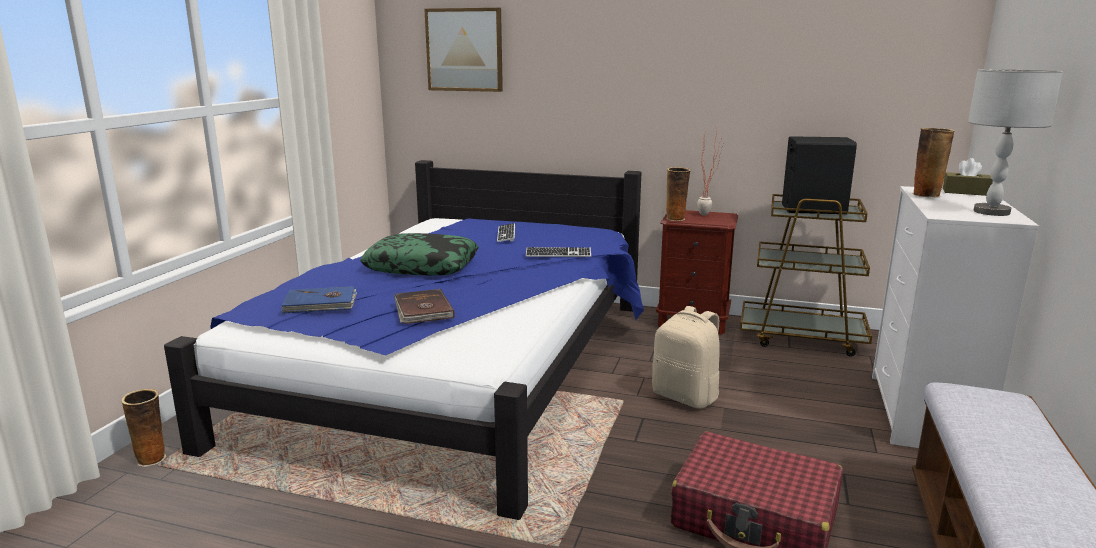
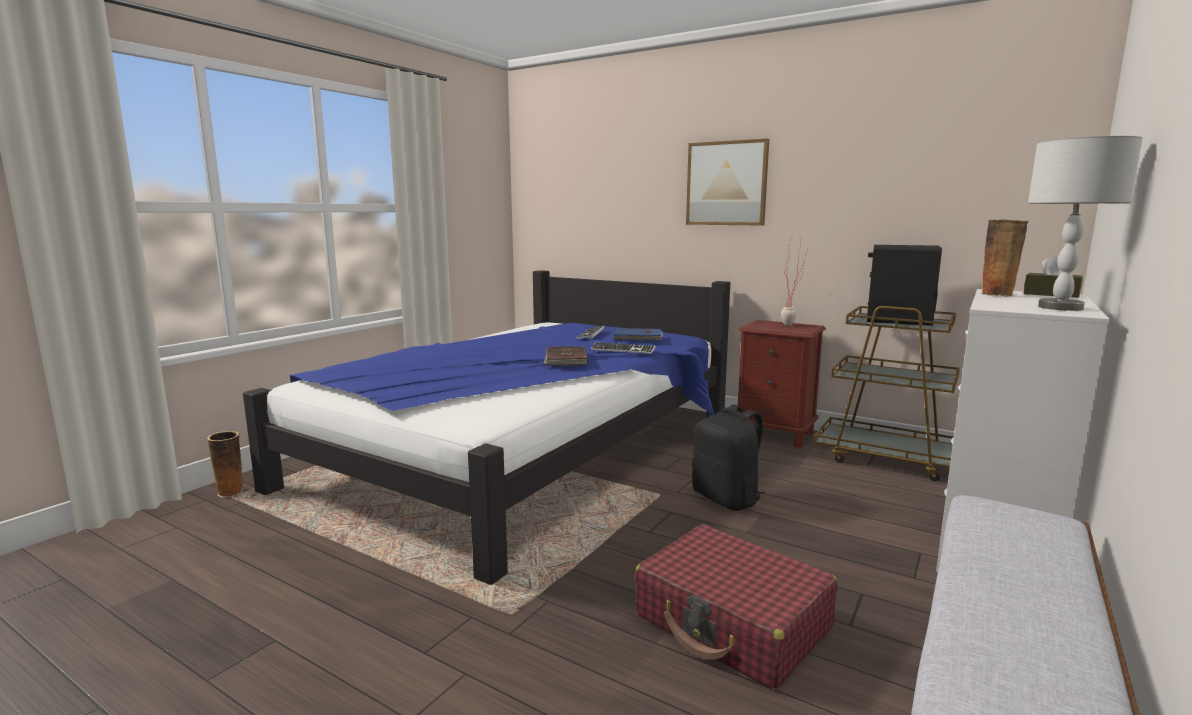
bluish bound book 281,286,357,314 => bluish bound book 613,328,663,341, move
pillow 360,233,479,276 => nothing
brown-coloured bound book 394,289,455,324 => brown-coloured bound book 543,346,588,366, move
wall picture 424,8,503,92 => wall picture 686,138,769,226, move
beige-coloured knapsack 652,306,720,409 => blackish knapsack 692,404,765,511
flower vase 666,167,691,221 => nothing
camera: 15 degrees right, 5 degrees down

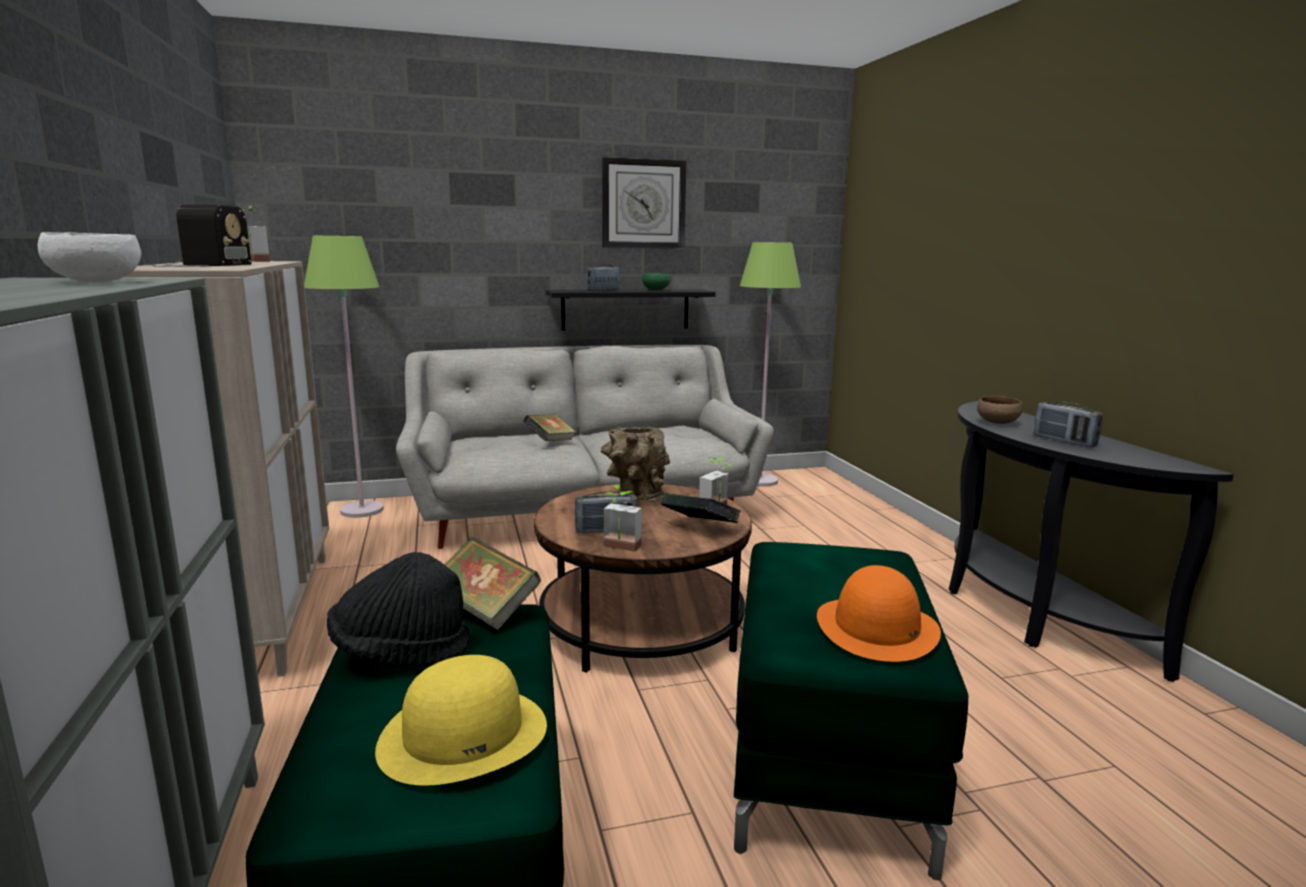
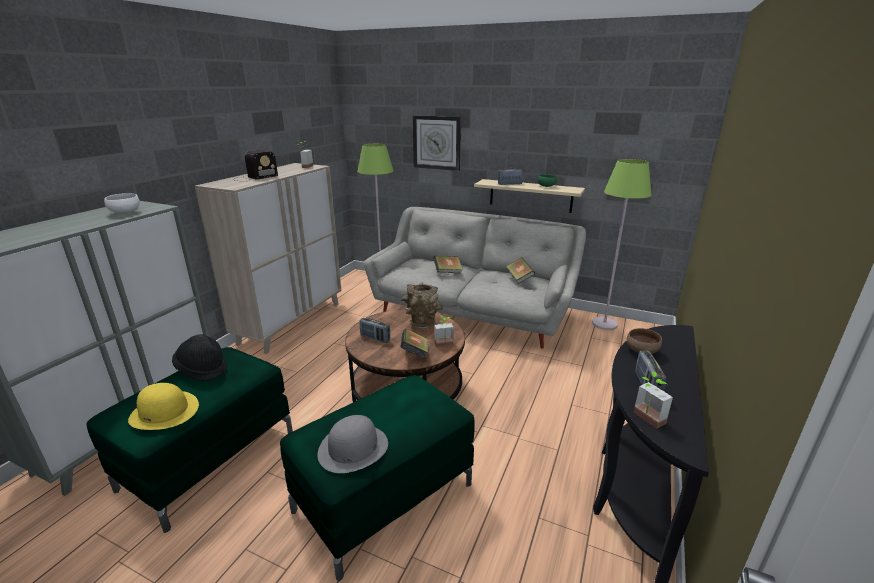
bound book 444,537,541,630 => bound book 506,257,535,284, move
blackish wall shelf 546,289,716,331 => beige-coloured wall shelf 474,179,585,213
hanging clock 602,157,686,249 => hanging clock 413,115,461,171, move
plant in a pot 604,485,642,552 => plant in a pot 634,372,673,429, move
orange-coloured hat 817,565,941,662 => grey hat 317,415,388,473
camera: 40 degrees right, 10 degrees up

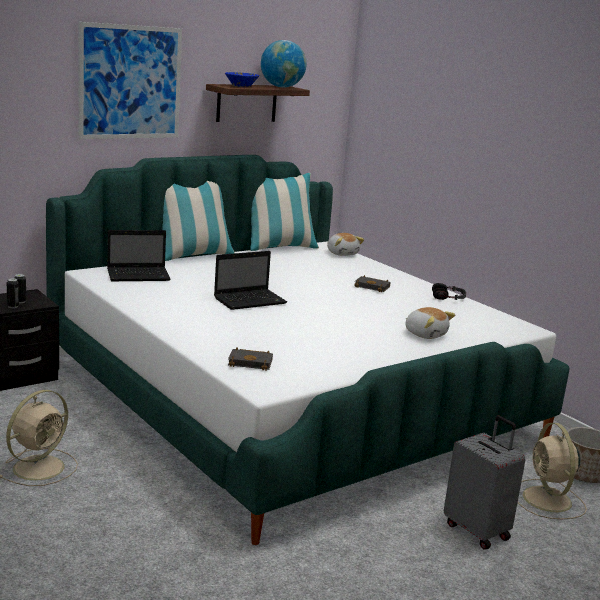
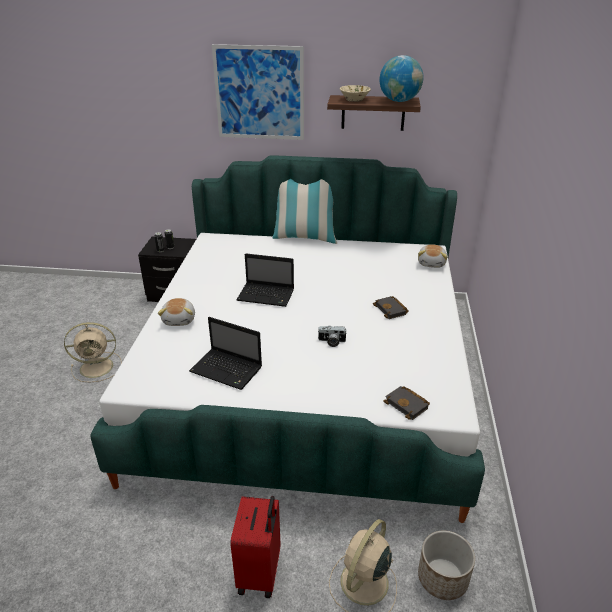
laptop 107,230,170,281 => laptop 189,317,262,390, move
bluish serving bowl 225,72,259,87 => beige-coloured serving bowl 340,85,371,102
blackish bound book 228,348,273,371 => blackish bound book 384,386,430,420, move
pillow 250,173,319,251 => nothing
soft toy 405,307,455,339 => soft toy 158,298,195,326, move
headphones 432,283,466,300 => nothing
grey piece of luggage 444,416,526,550 => red-coloured piece of luggage 230,496,281,598
nothing => photo camera 317,326,347,347
camera: 45 degrees right, 15 degrees up

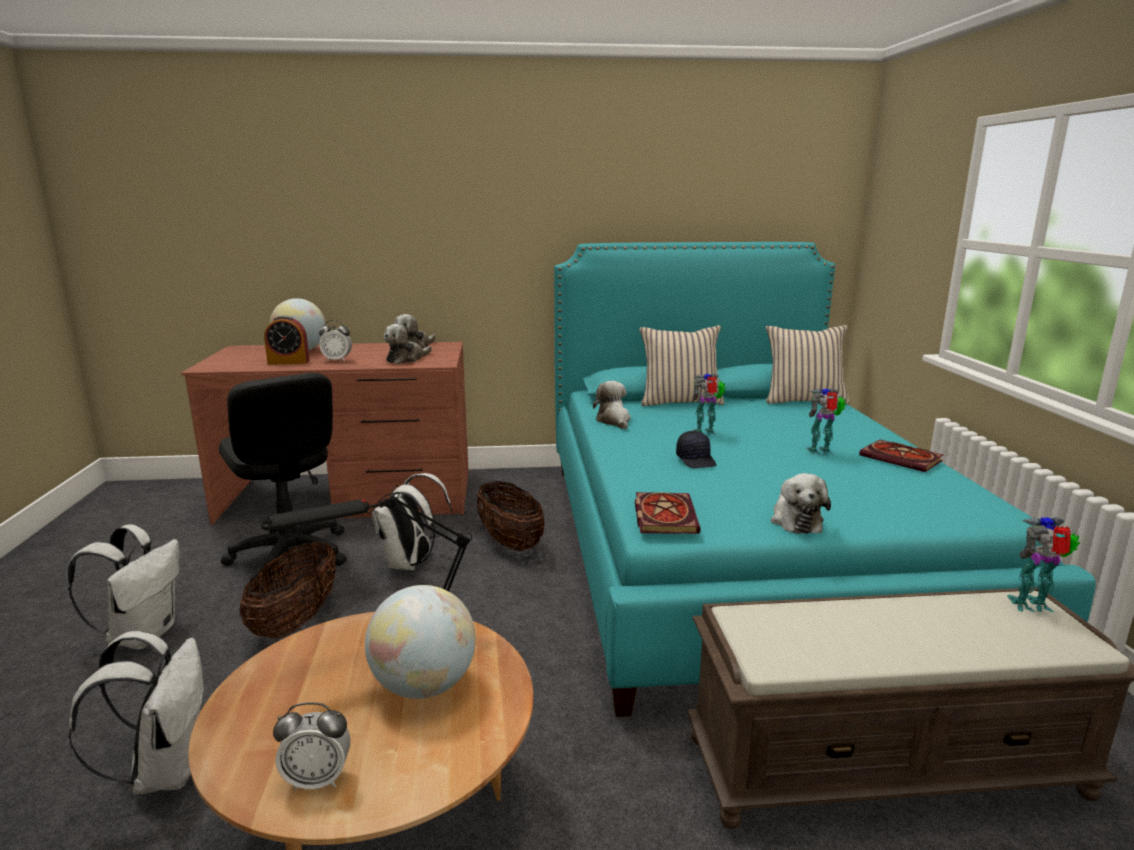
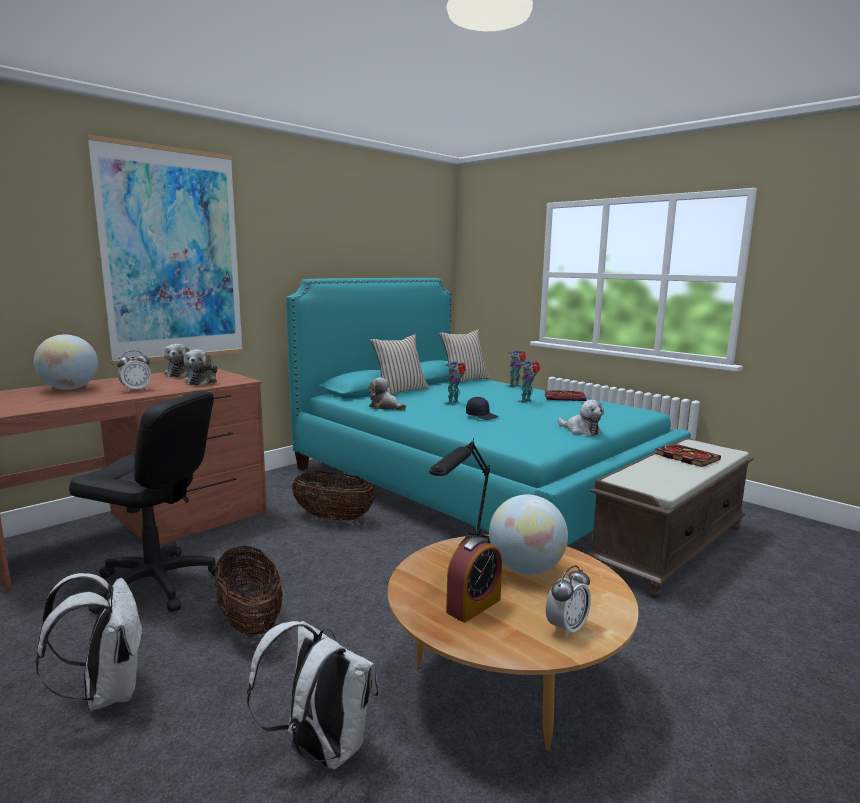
table clock 264,315,309,365 => table clock 446,537,502,623, move
whitish knapsack 372,473,453,571 => nothing
bound book 635,492,701,534 => bound book 655,443,721,467, move
robot figure 1007,516,1080,612 => robot figure 507,350,526,388, move
nothing => wall picture 87,135,244,365
camera: 40 degrees left, 5 degrees down

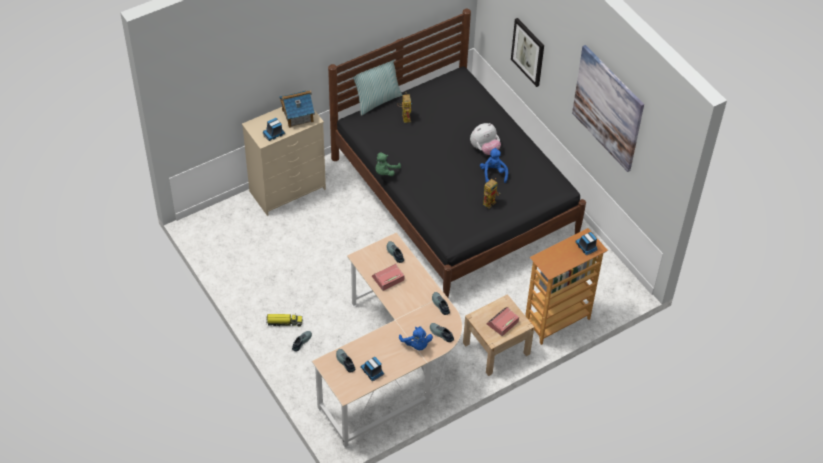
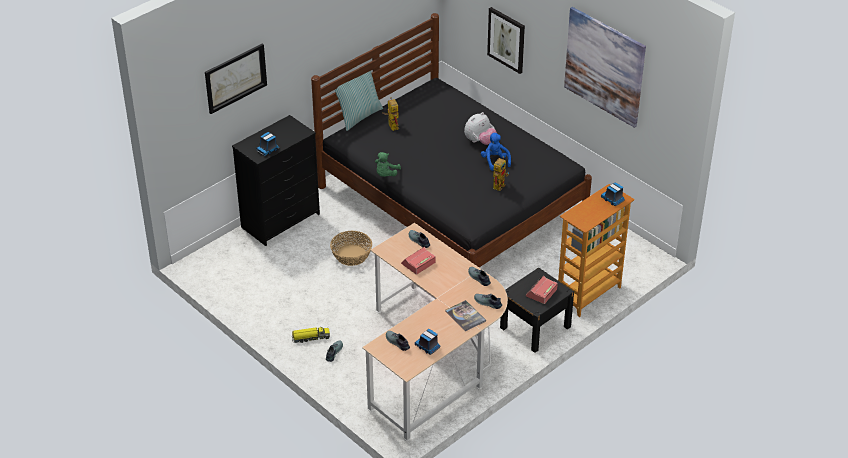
beige-coloured drawer chest 242,107,326,216 => blackish drawer chest 232,115,320,246
model house 279,90,315,128 => nothing
bluish soft toy 399,326,433,350 => bound book 445,300,486,331
beige-coloured night table 463,294,534,376 => blackish night table 500,267,574,353
nothing => wall picture 205,44,267,114
nothing => basket 330,231,372,266
camera: 10 degrees left, 10 degrees down

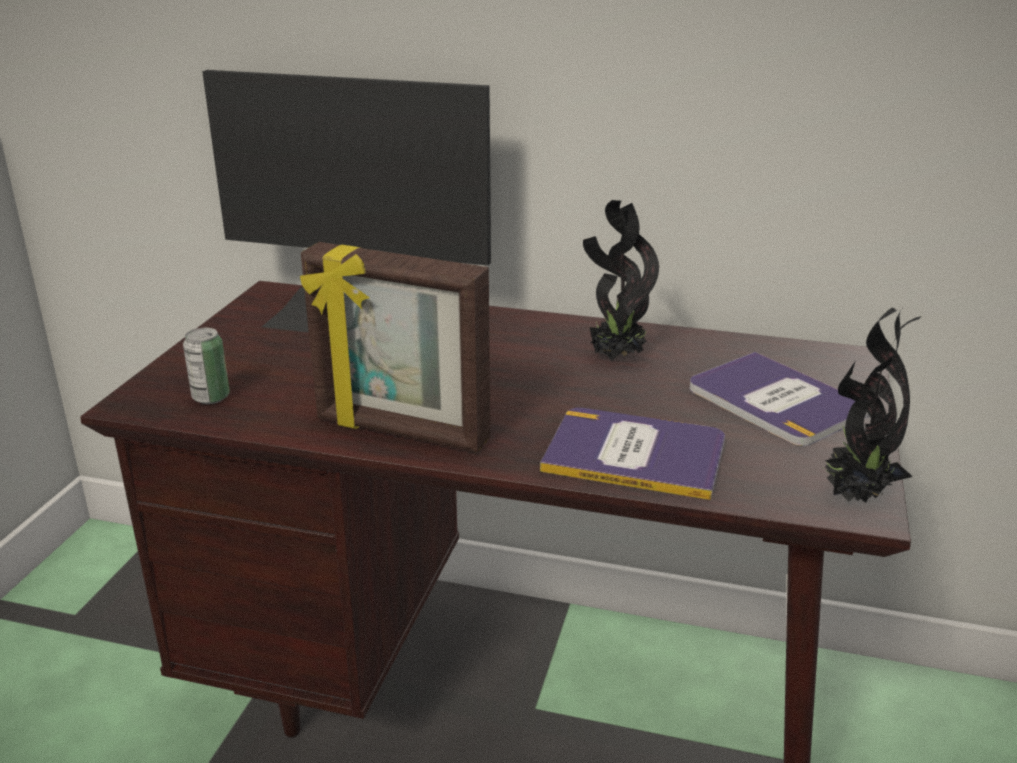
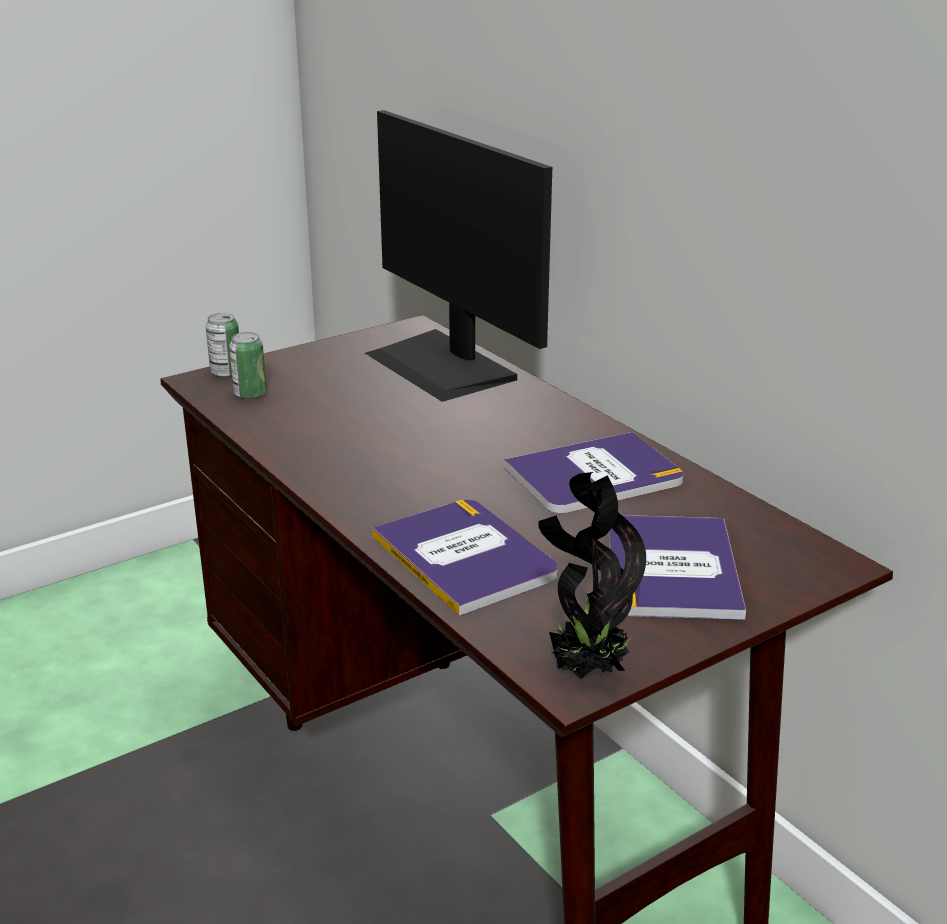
standing frame 300,242,490,452 => nothing
plant in a pot 583,200,659,360 => bound book 504,432,684,514
nothing => sealed can 206,313,239,378
camera: 40 degrees right, 0 degrees up

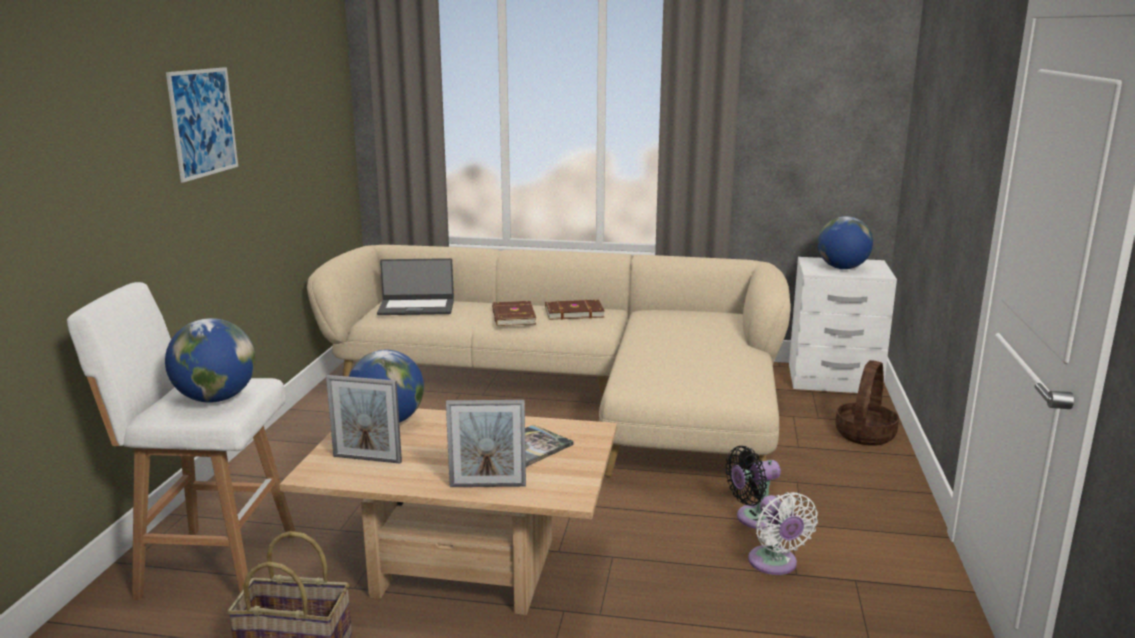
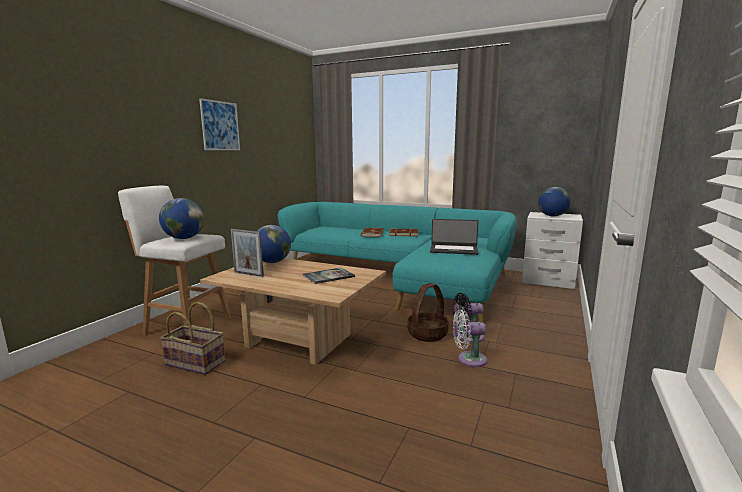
beige-coloured settee 307,245,790,486 => blue-green settee 278,202,517,324
laptop 377,258,454,315 => laptop 430,219,478,255, move
standing frame 446,400,526,487 => nothing
whitish electric fan 748,492,818,575 => whitish electric fan 453,310,487,367, 90 degrees clockwise
basket 836,360,899,446 => basket 408,283,449,342, move
camera: 15 degrees right, 5 degrees down

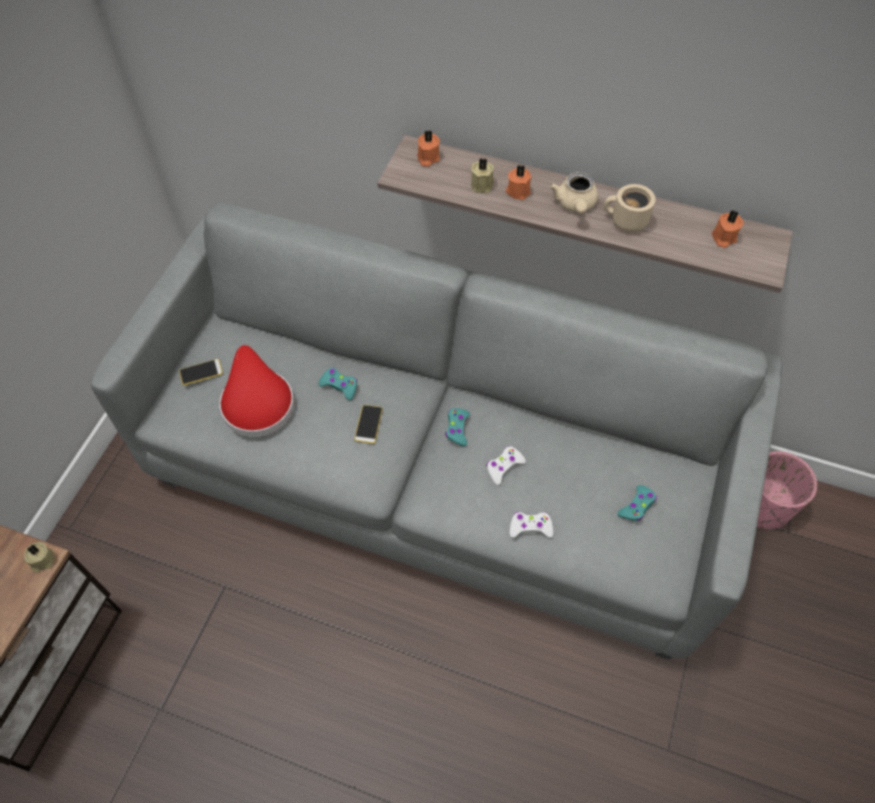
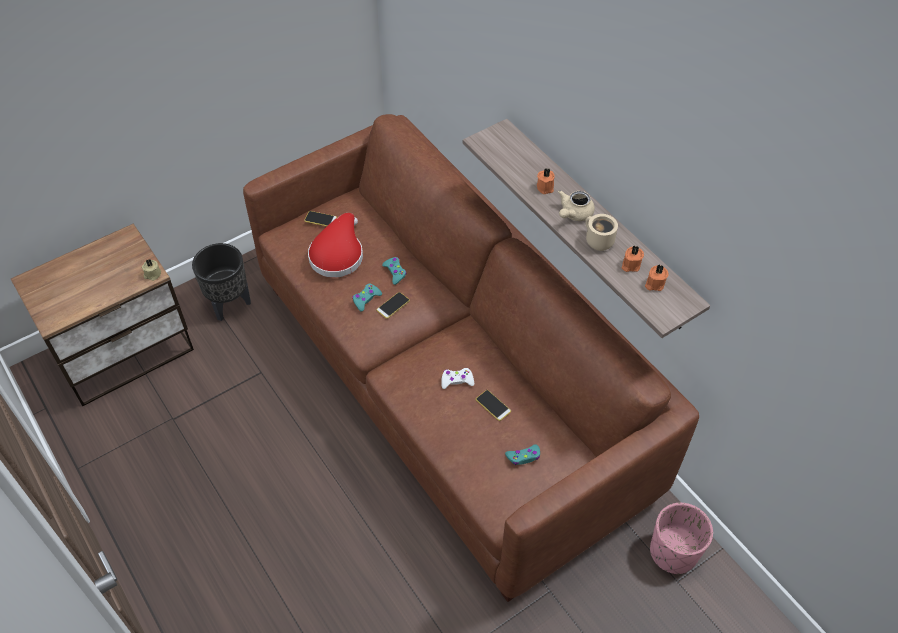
grey settee 90,202,783,660 => brown-coloured settee 243,114,699,602
orange-coloured wax candle 417,130,440,167 => orange-coloured wax candle 622,245,644,272, move
blue-green game controller 445,408,470,446 => blue-green game controller 352,284,382,311, move
beige-coloured wax candle 471,158,494,193 => nothing
whitish game controller 510,512,553,538 => nothing
nothing => blackish flower pot 192,243,251,321
nothing => handset 476,390,511,421
camera: 35 degrees right, 5 degrees down

